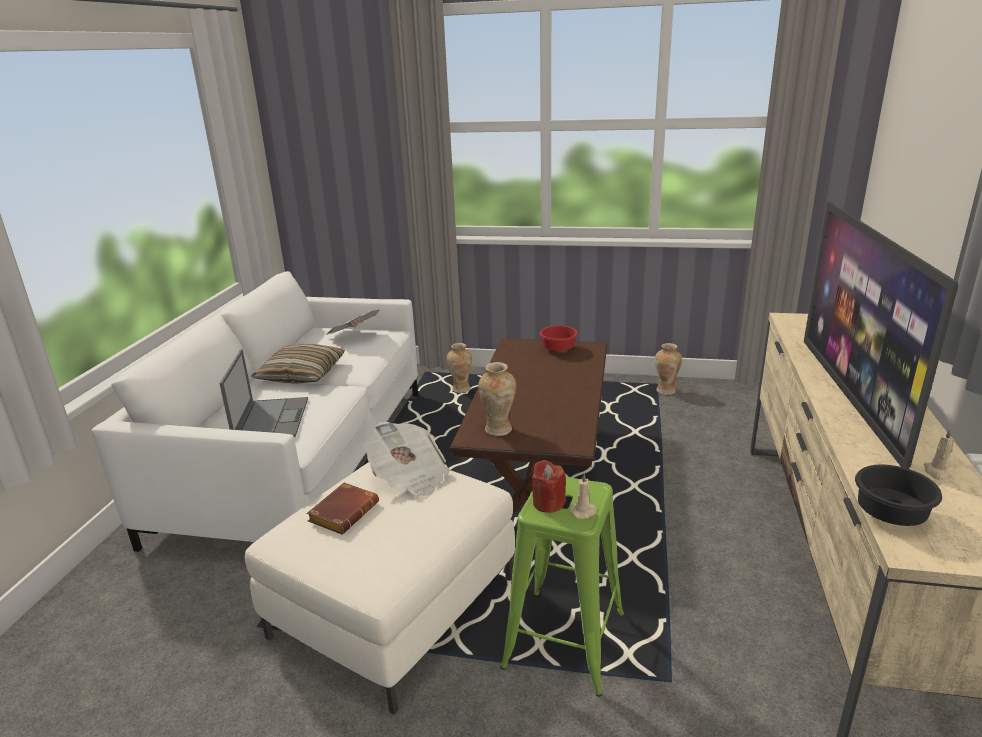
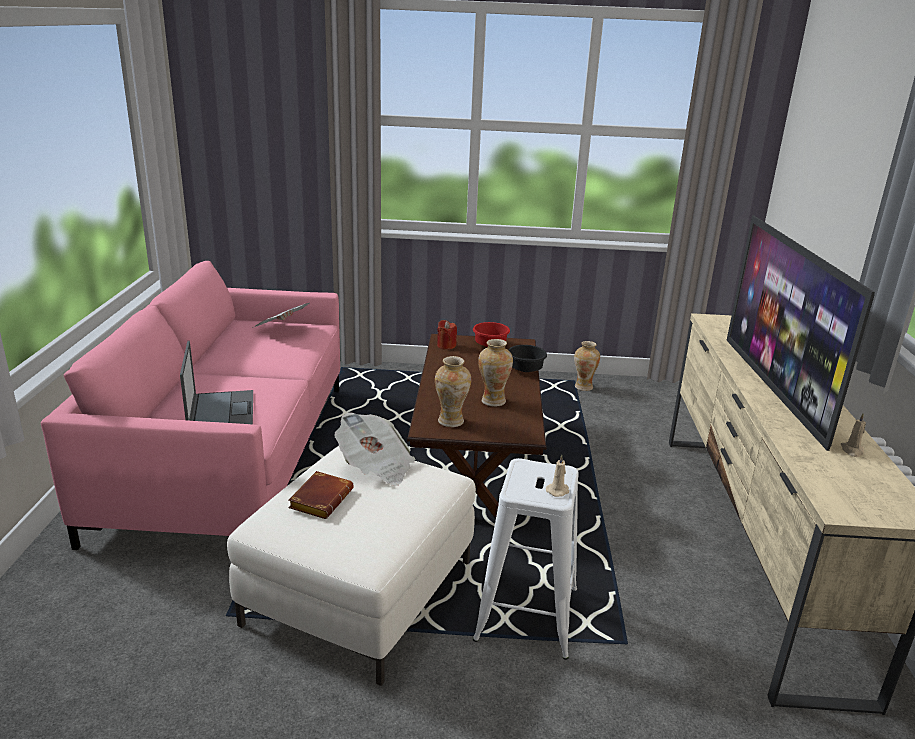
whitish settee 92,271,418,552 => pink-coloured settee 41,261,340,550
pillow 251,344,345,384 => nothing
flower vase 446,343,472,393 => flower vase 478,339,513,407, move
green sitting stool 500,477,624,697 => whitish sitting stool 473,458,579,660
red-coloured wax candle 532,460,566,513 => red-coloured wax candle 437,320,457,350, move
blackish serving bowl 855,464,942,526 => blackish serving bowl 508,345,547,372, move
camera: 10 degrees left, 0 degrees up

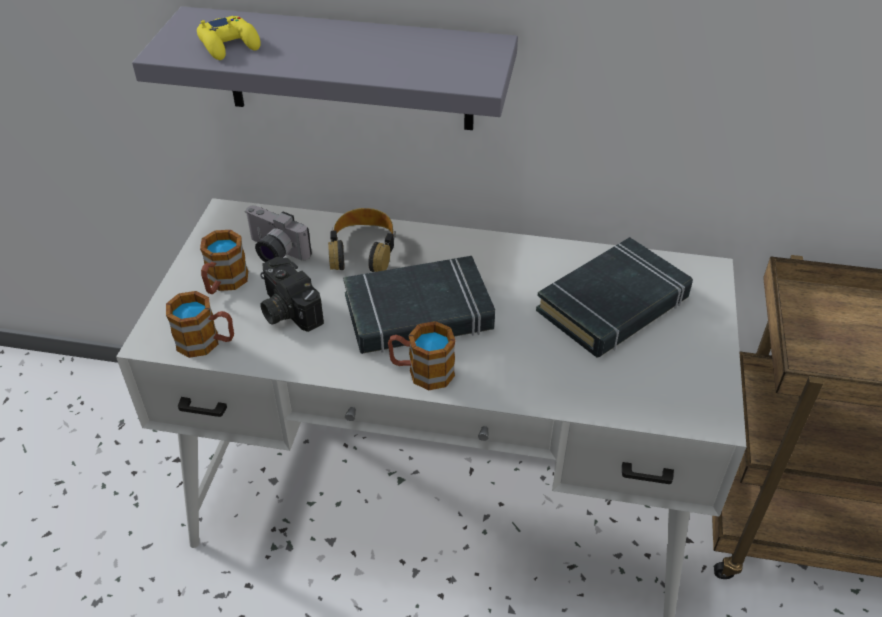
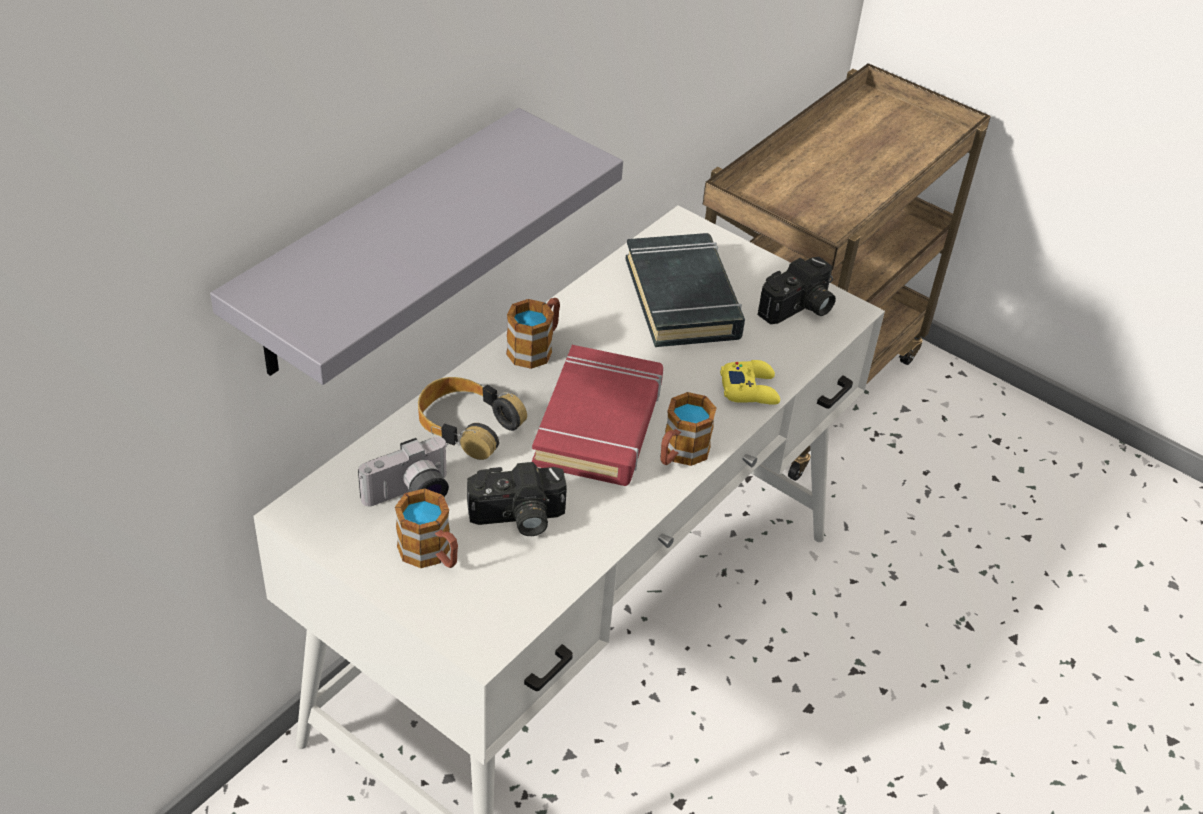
mug 166,291,234,358 => mug 506,298,560,369, move
yellowish game controller 197,16,261,60 => yellowish game controller 720,360,780,405, move
blackish bound book 343,256,495,354 => red-coloured bound book 532,345,663,486
nothing => photo camera 758,257,836,324
camera: 65 degrees left, 0 degrees up

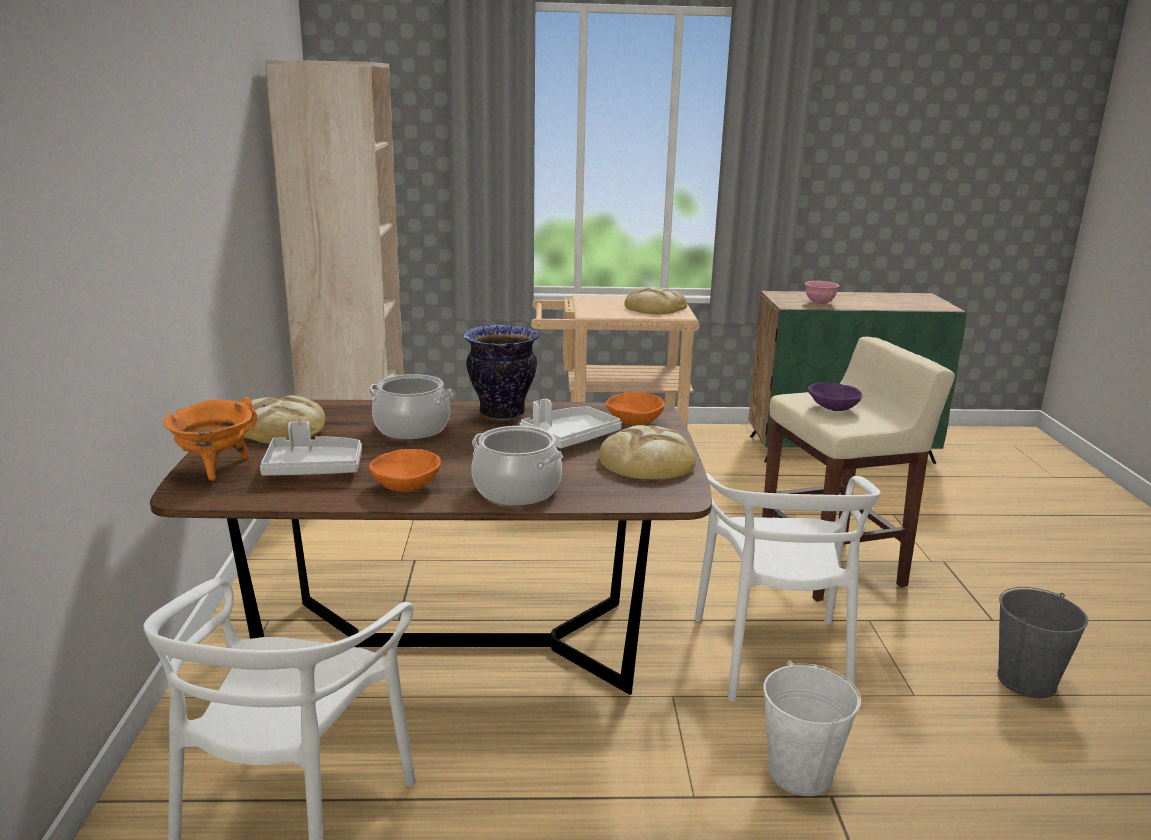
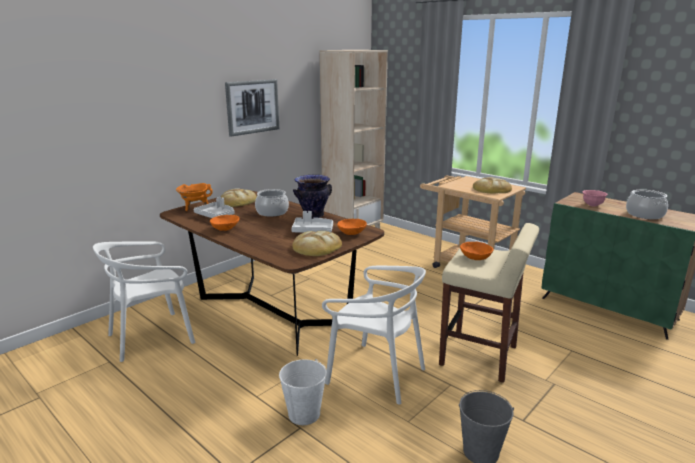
cooking pot 471,426,563,505 => cooking pot 626,190,668,219, move
whitish plain chair 695,473,881,702 => whitish plain chair 322,266,426,405, 105 degrees counterclockwise
purple serving bowl 808,382,862,411 => orange-coloured serving bowl 460,242,493,260
nothing => wall picture 225,79,279,137
camera: 45 degrees right, 0 degrees up

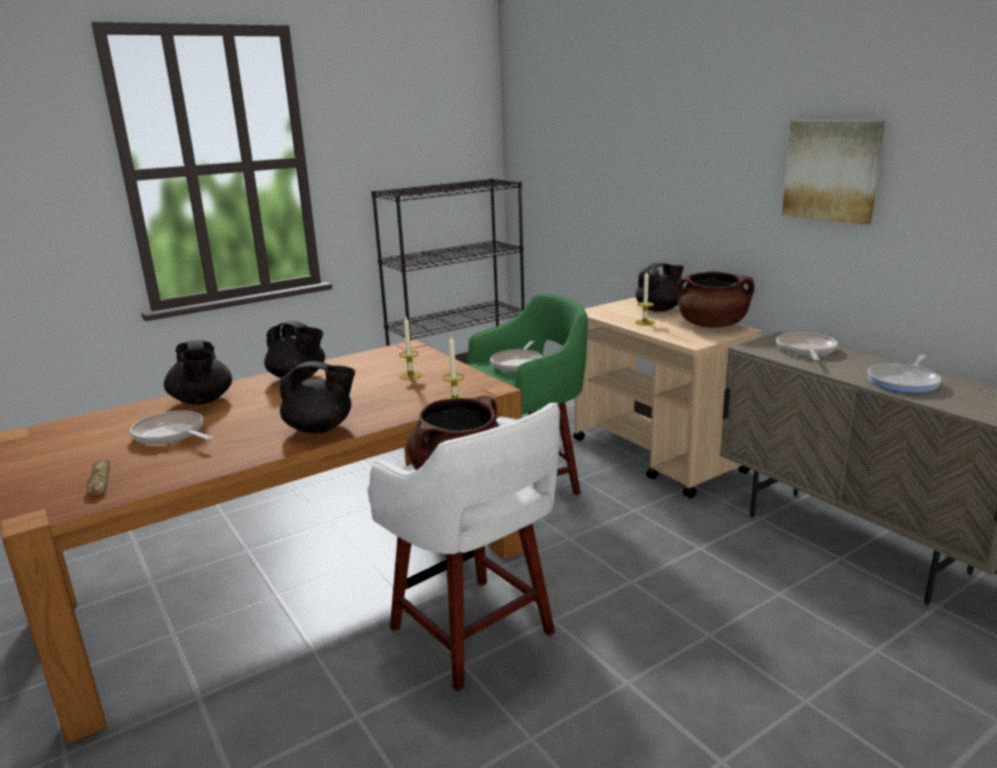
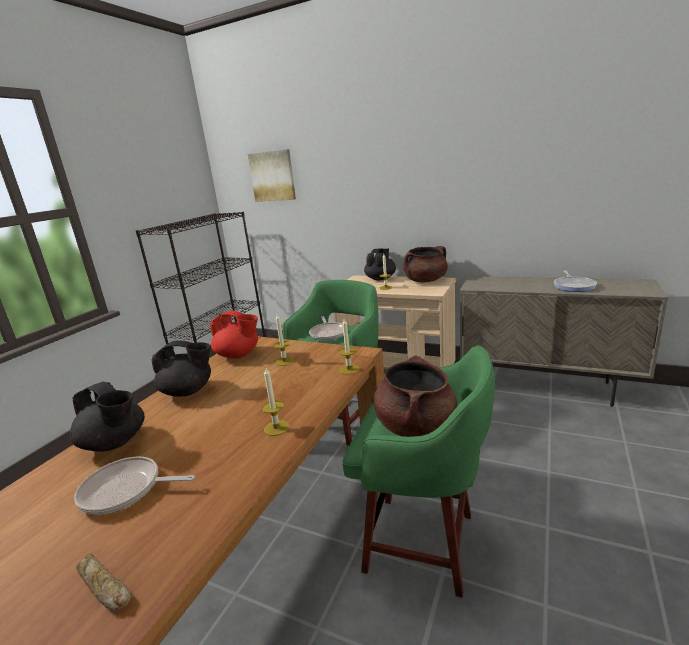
blackish pot for tea 280,361,355,433 => wax candle 262,368,289,436
whitish sitting stool 367,402,560,691 => green sitting stool 342,345,495,598
skillet 776,332,838,361 => nothing
wall picture 782,120,885,225 => wall picture 248,149,296,202, move
nothing => red-coloured pot for tea 210,311,258,358
camera: 30 degrees left, 0 degrees up

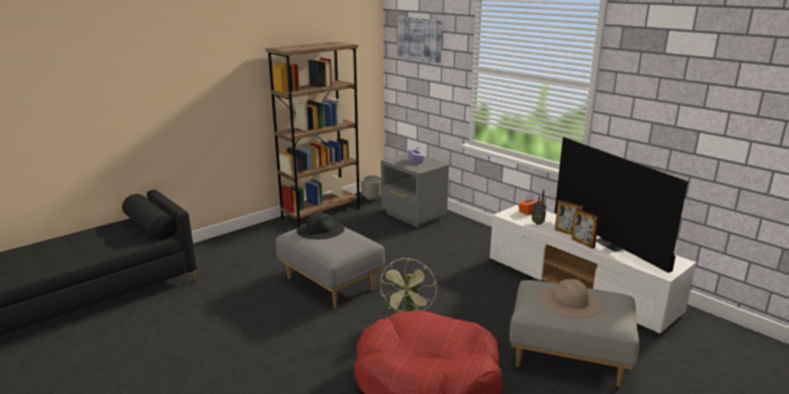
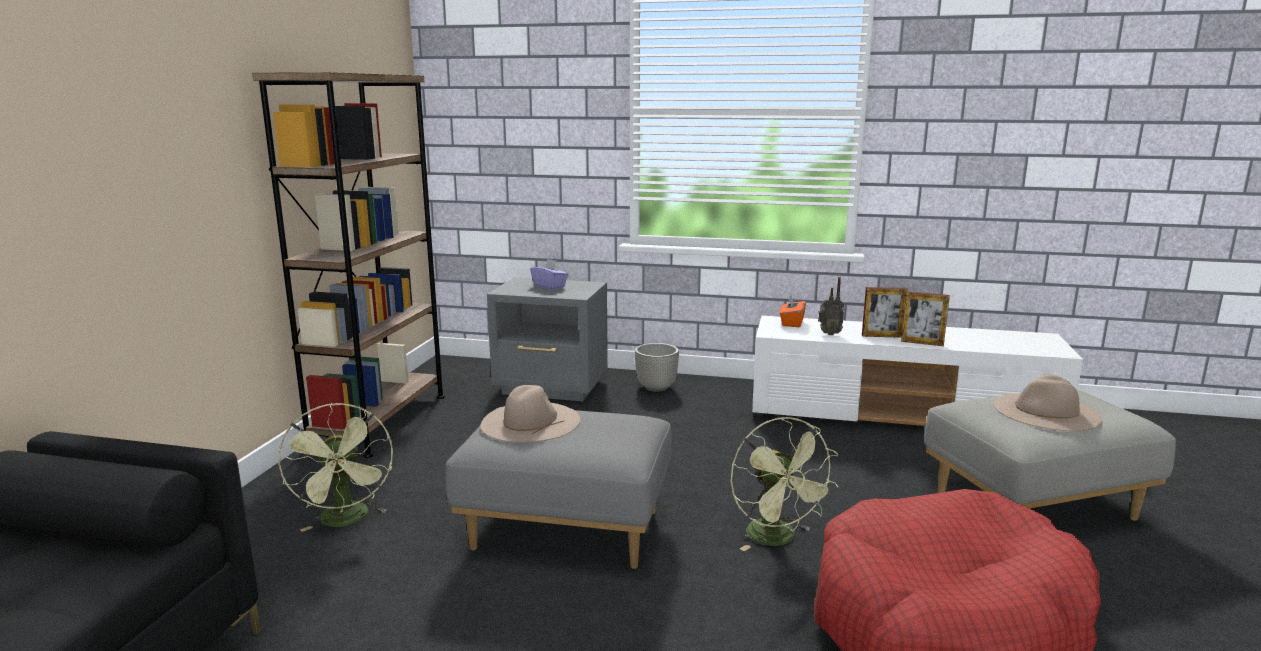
blackish hat 297,212,344,239 => beige-coloured hat 480,385,580,443
grey flower pot 361,175,381,201 => grey flower pot 635,343,679,392, move
wall picture 397,16,442,63 => nothing
TV set 554,137,688,273 => nothing
nothing => green electric fan 278,403,393,532
camera: 35 degrees left, 5 degrees down

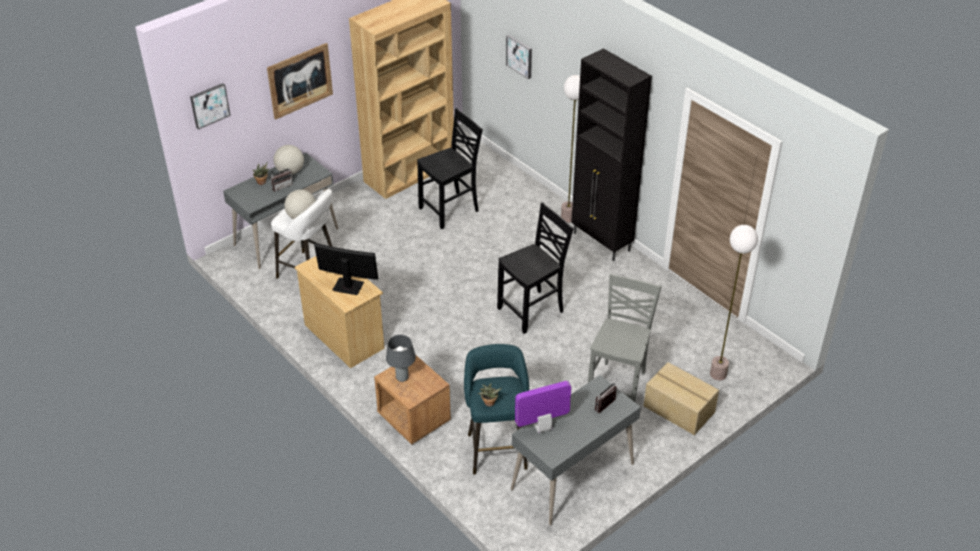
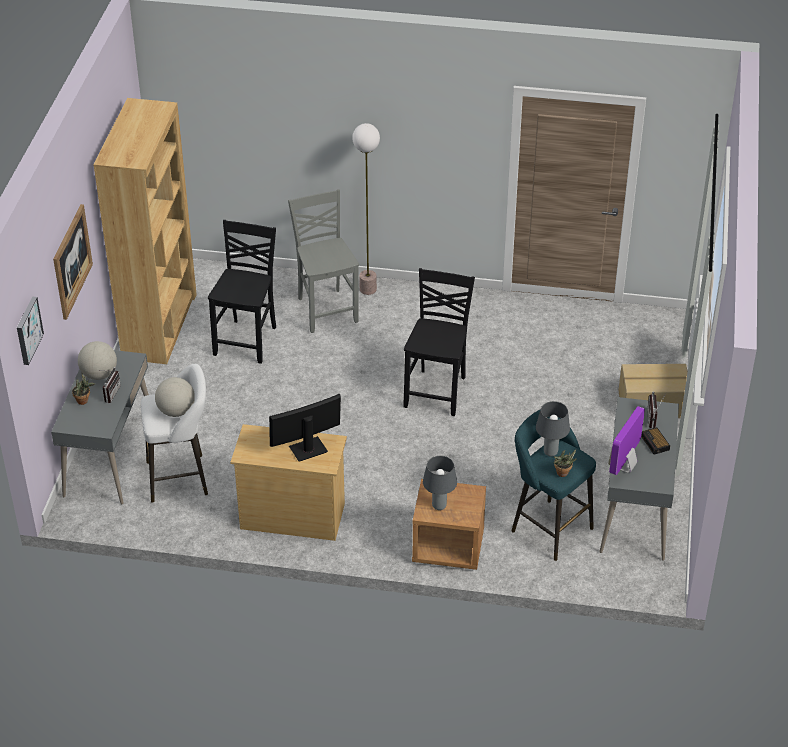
wall picture 506,35,532,79 => nothing
blackish cabinet 571,48,652,261 => nothing
grey plain chair 588,274,662,402 => grey plain chair 288,189,359,333, move
floor lamp 710,225,758,380 => nothing
nothing => grey lamp for a table 536,401,570,457
nothing => table clock 641,427,670,454
camera: 40 degrees left, 0 degrees up

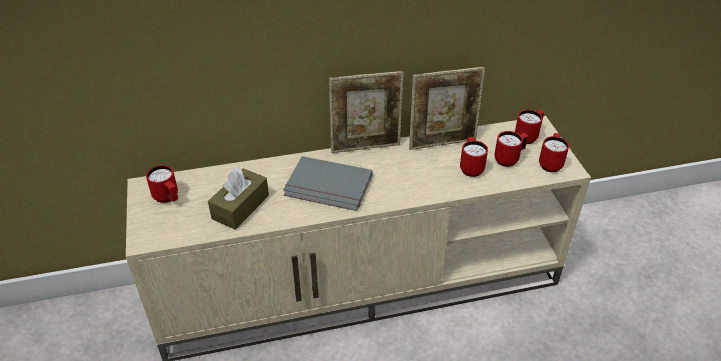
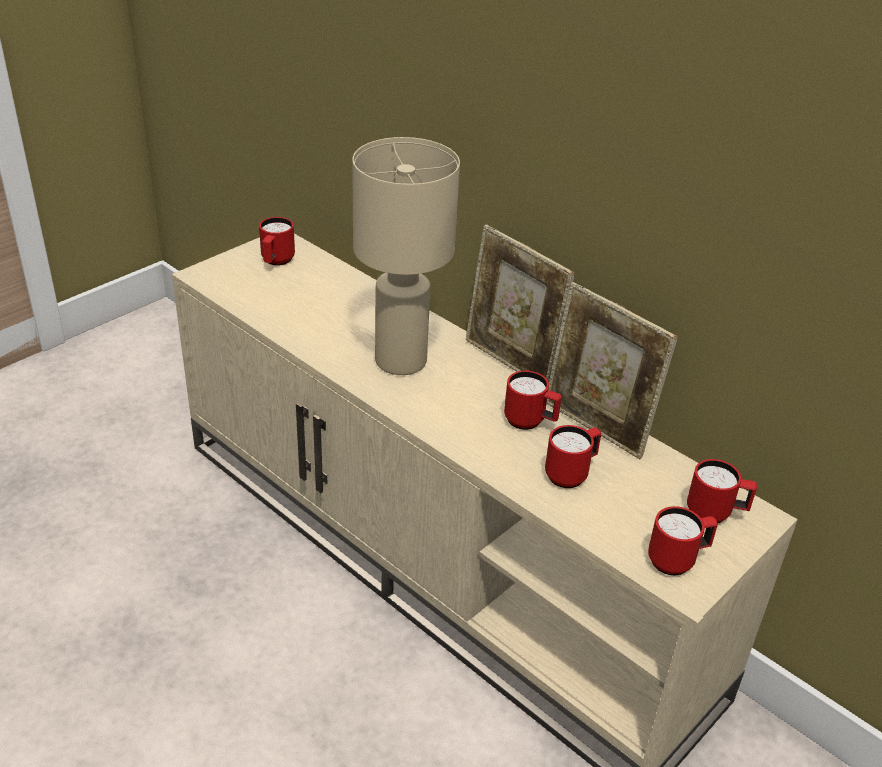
brown-coloured tissue box 208,167,269,230 => nothing
grey bound book 283,156,373,211 => beige-coloured lamp for a table 352,137,460,375
red-coloured mug 494,131,528,167 => red-coloured mug 504,371,562,430, move
camera: 55 degrees right, 5 degrees down

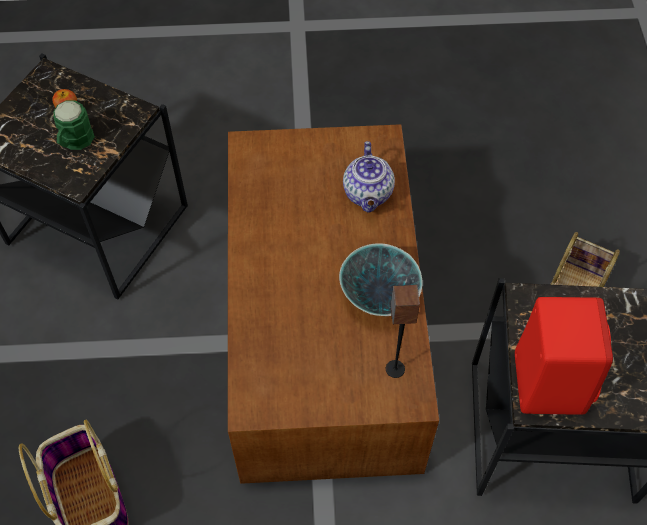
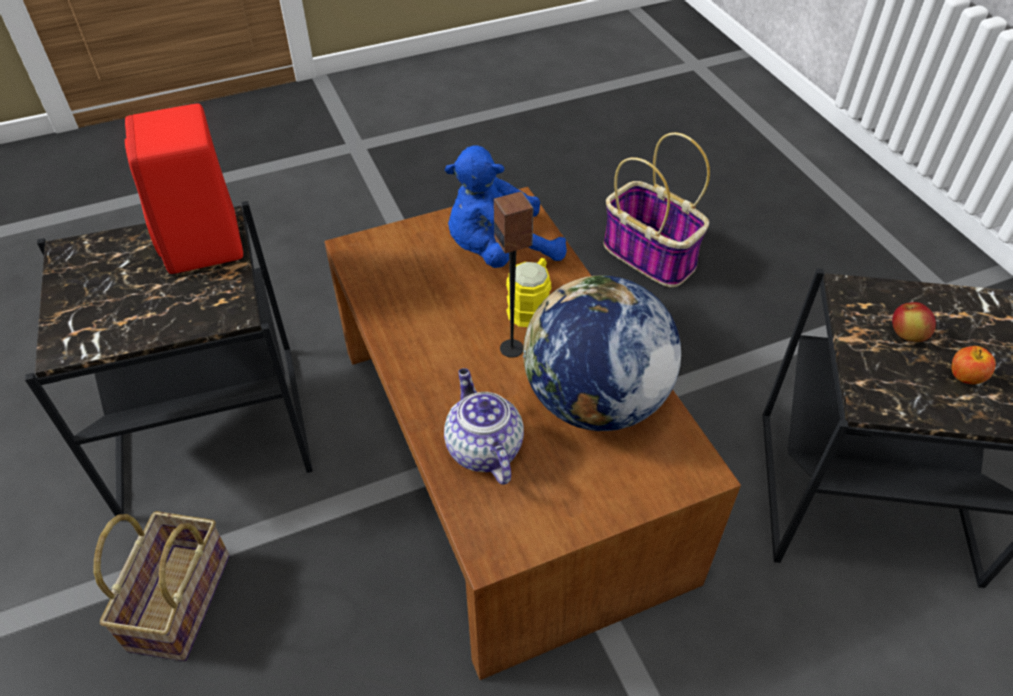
green mug 53,100,95,150 => whole apple 892,302,936,342
serving bowl 339,243,423,316 => nothing
loudspeaker 386,285,420,378 => loudspeaker 494,192,534,358, move
nothing => bluish soft toy 445,146,567,268
nothing => yellowish mug 506,258,551,327
nothing => globe 523,275,681,431
camera: 160 degrees right, 10 degrees down

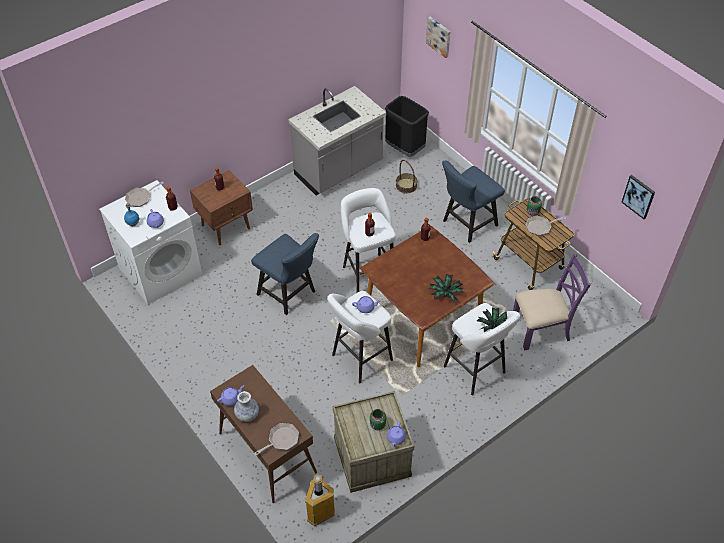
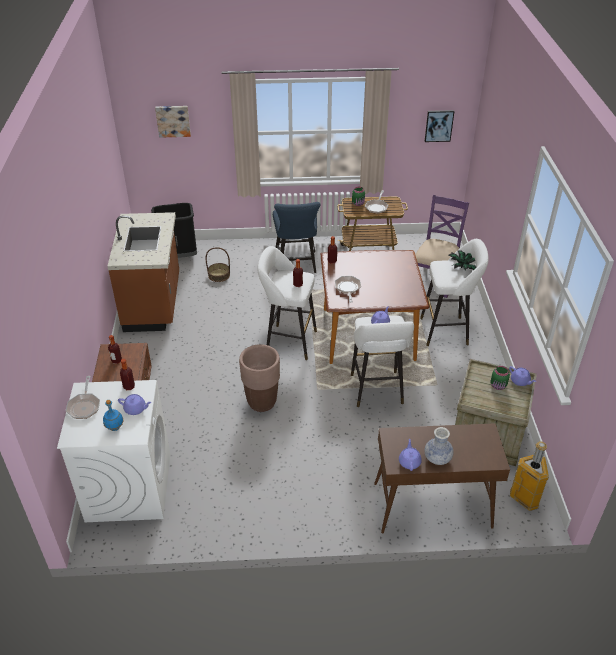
bluish plain chair 251,233,319,315 => brown-coloured flower pot 239,344,280,412
skillet 254,423,299,456 => skillet 335,276,361,302, move
grey kitchen counter 288,86,386,195 => brown-coloured kitchen counter 107,212,179,332
plant in a pot 429,273,464,303 => nothing
camera: 55 degrees left, 10 degrees down

